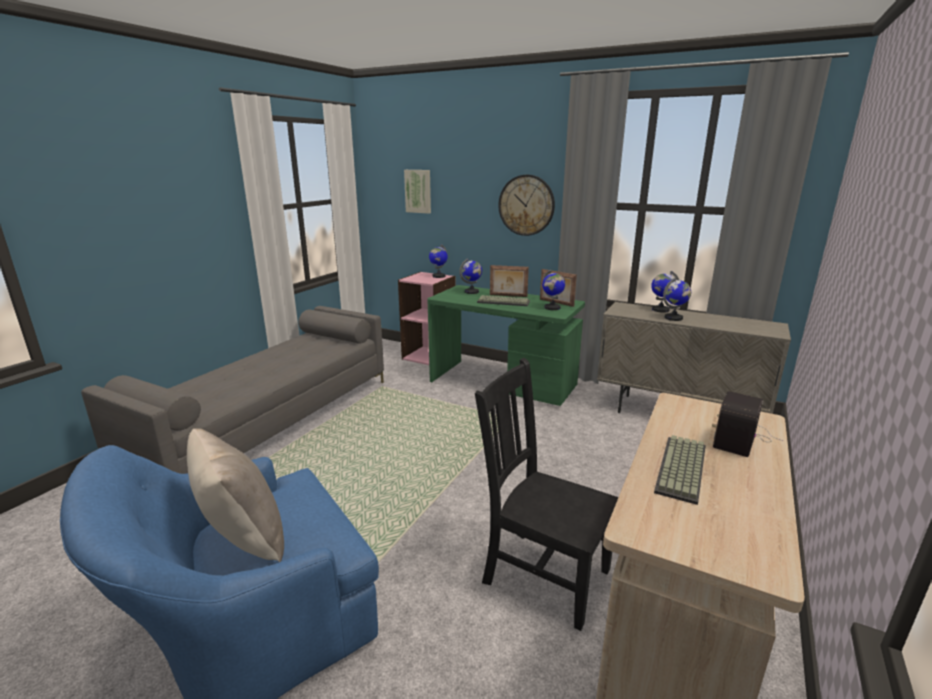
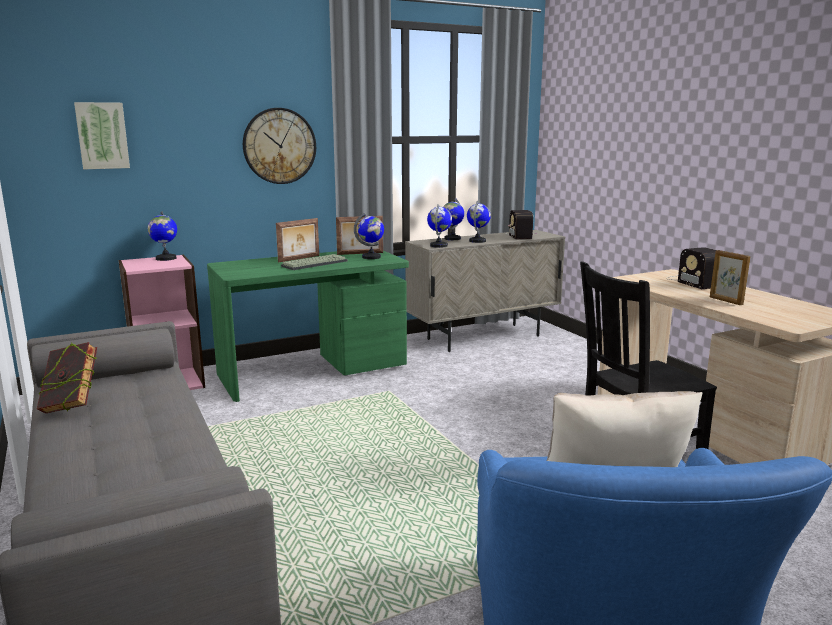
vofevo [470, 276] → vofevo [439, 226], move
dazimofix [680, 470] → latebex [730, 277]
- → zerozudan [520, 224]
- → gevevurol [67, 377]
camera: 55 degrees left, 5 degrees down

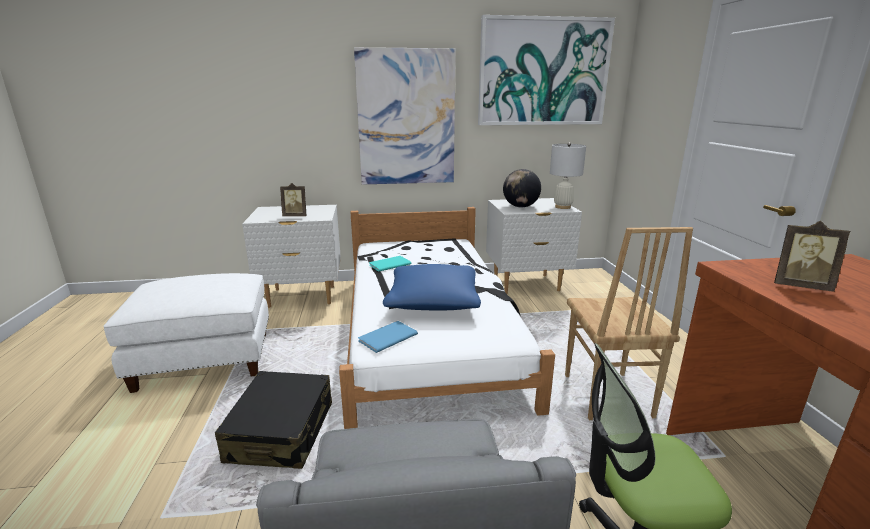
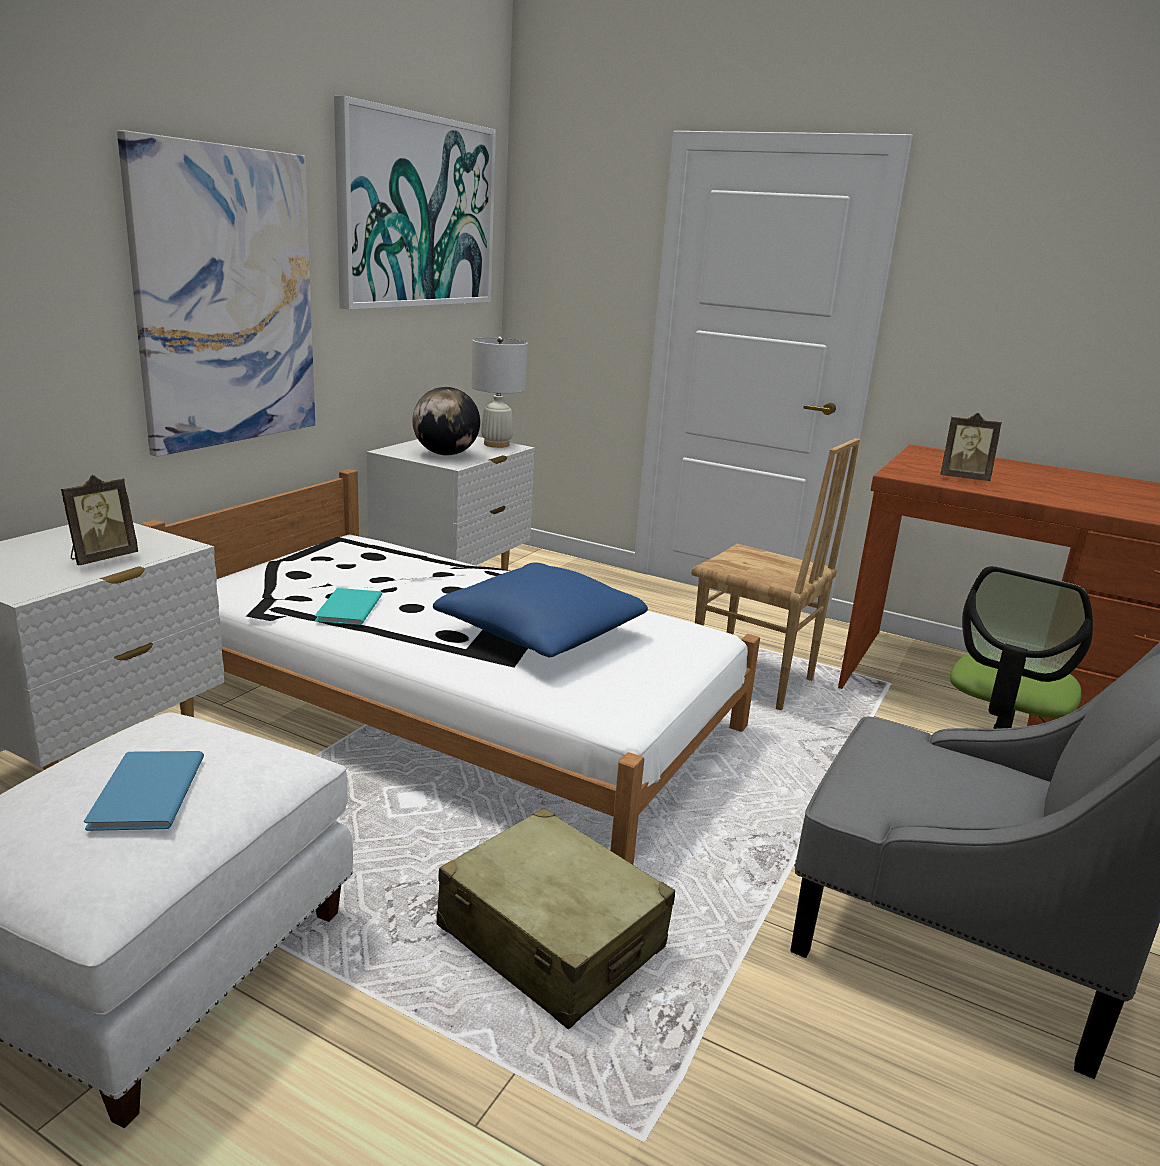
latebex [812, 256] → latebex [971, 447], 45 degrees clockwise
blue_gevevurol [388, 337] → blue_gevevurol [144, 791], move
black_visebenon [273, 420] → beige_visebenon [556, 918]
camera: 55 degrees left, 0 degrees up

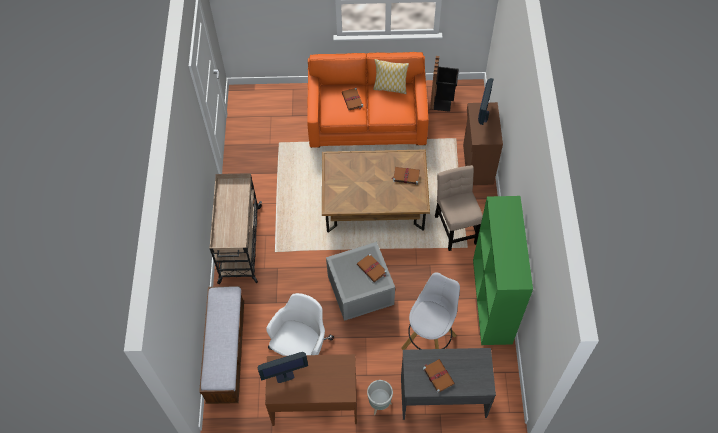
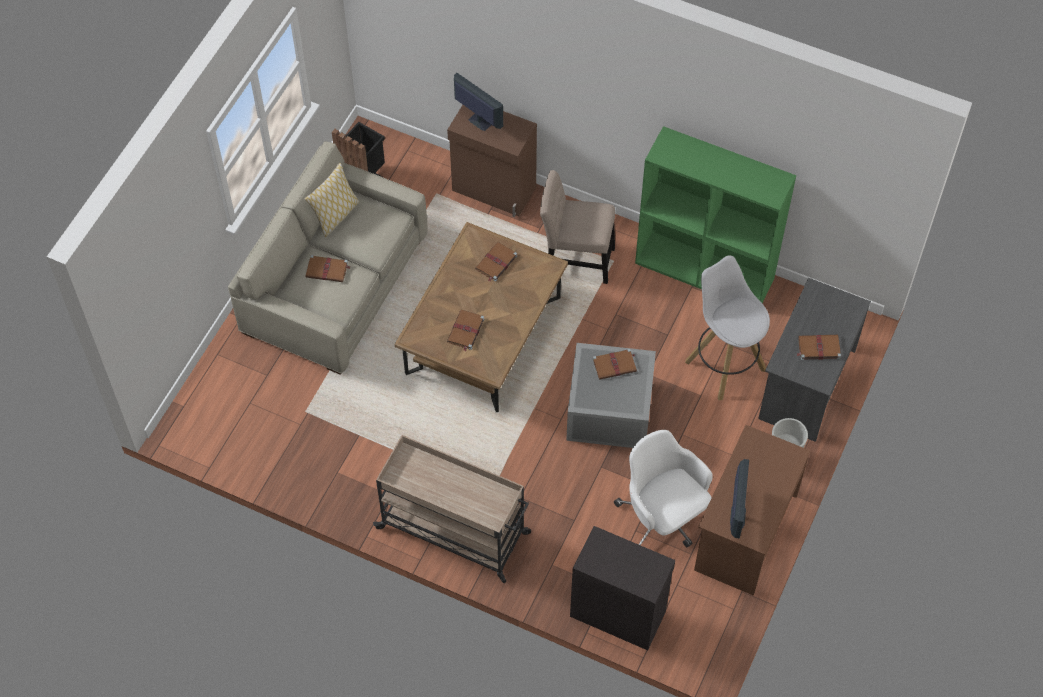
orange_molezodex [367, 100] → beige_molezodex [328, 258]
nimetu [221, 345] → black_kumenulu [622, 588]
- → brown_gevevurol [465, 330]
camera: 65 degrees left, 0 degrees up

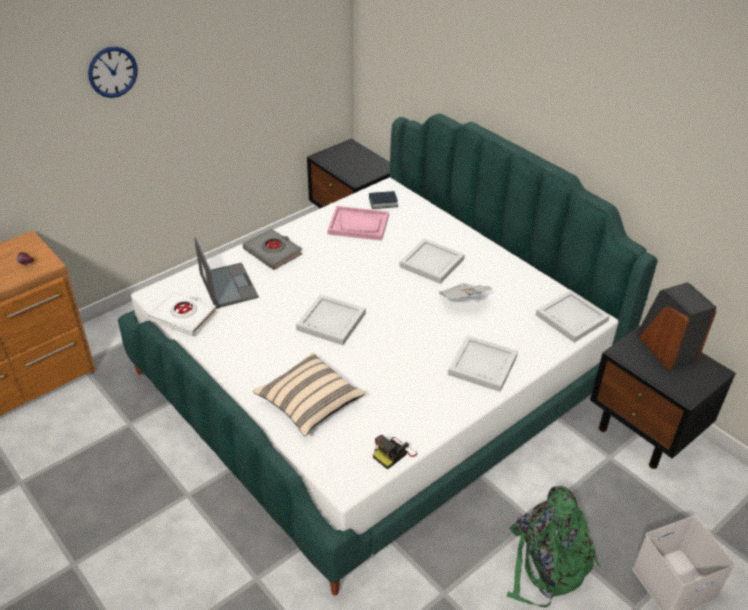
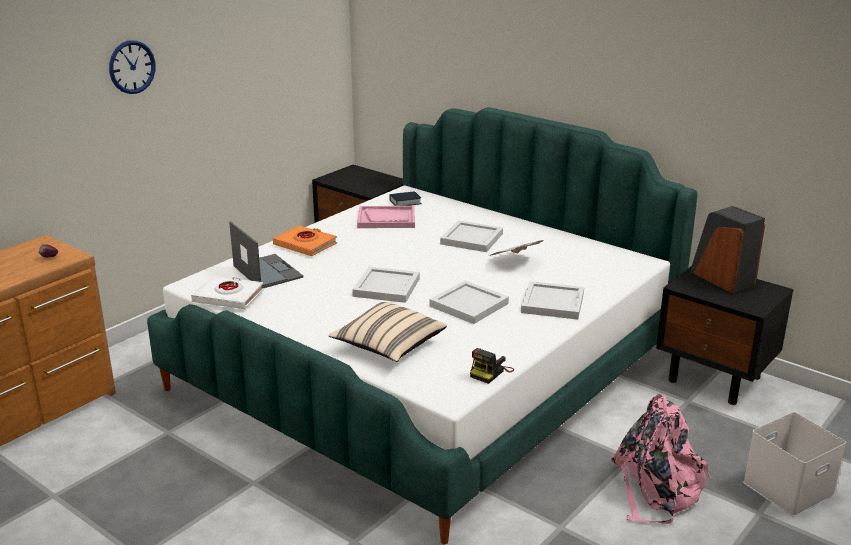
grey_gevevurol [272, 249] → orange_gevevurol [305, 241]
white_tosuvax [573, 316] → white_tosuvax [469, 302], move
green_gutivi [553, 546] → pink_gutivi [661, 459]
camera: 10 degrees left, 15 degrees down

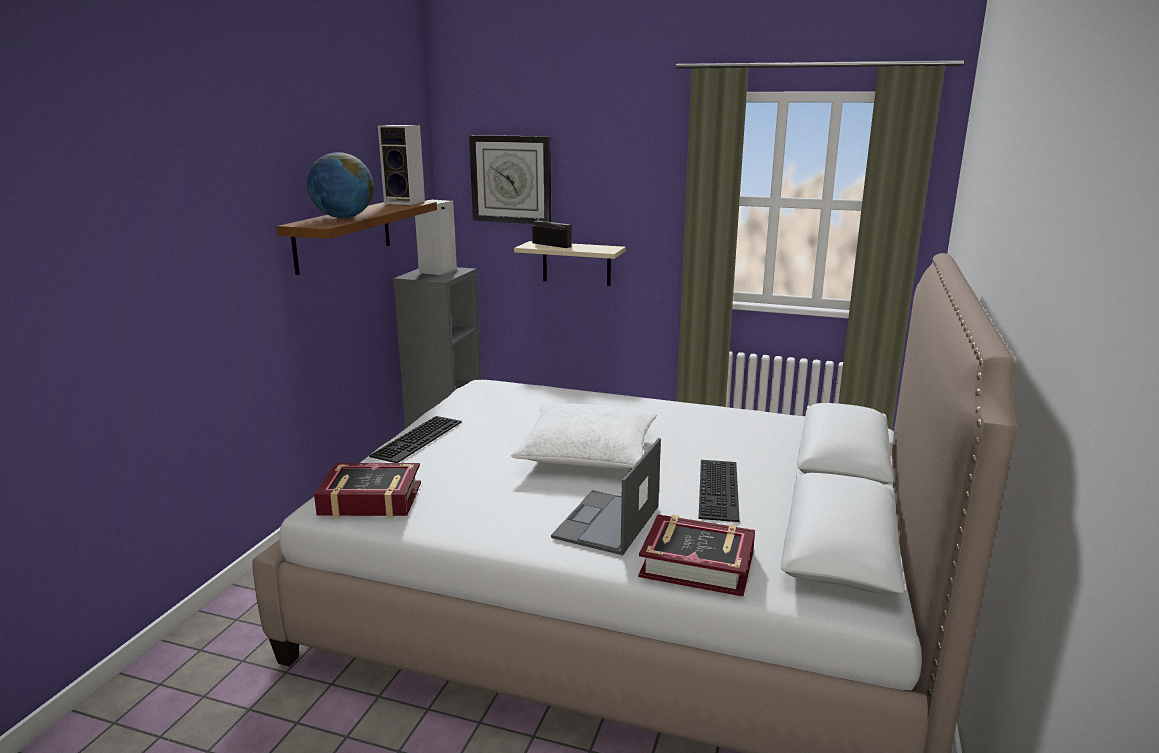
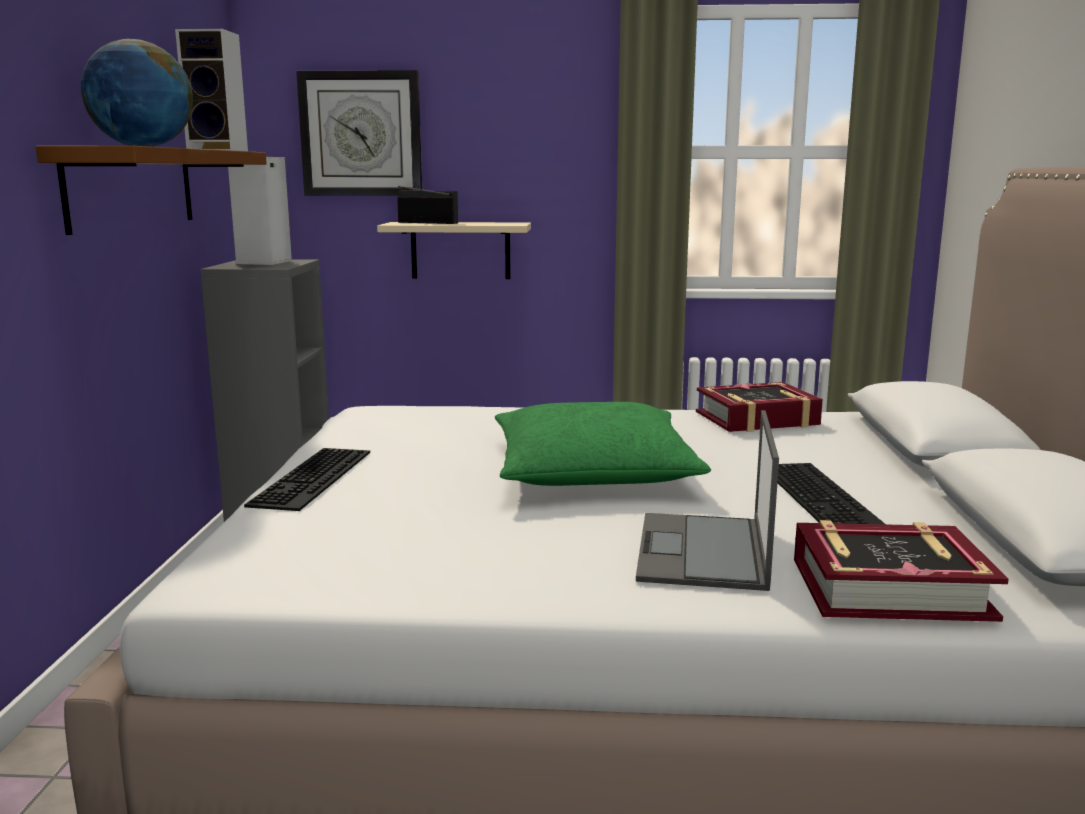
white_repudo [584, 435] → green_repudo [603, 444]
gevevurol [367, 490] → gevevurol [759, 407], move
camera: 15 degrees left, 5 degrees down

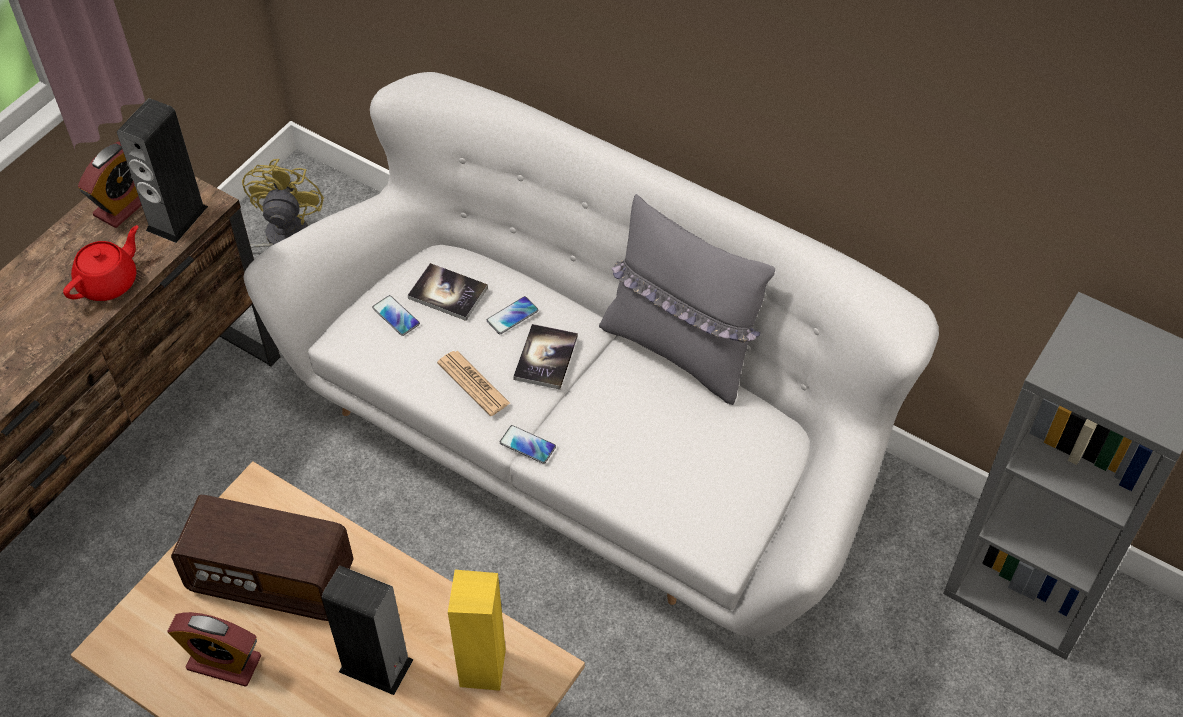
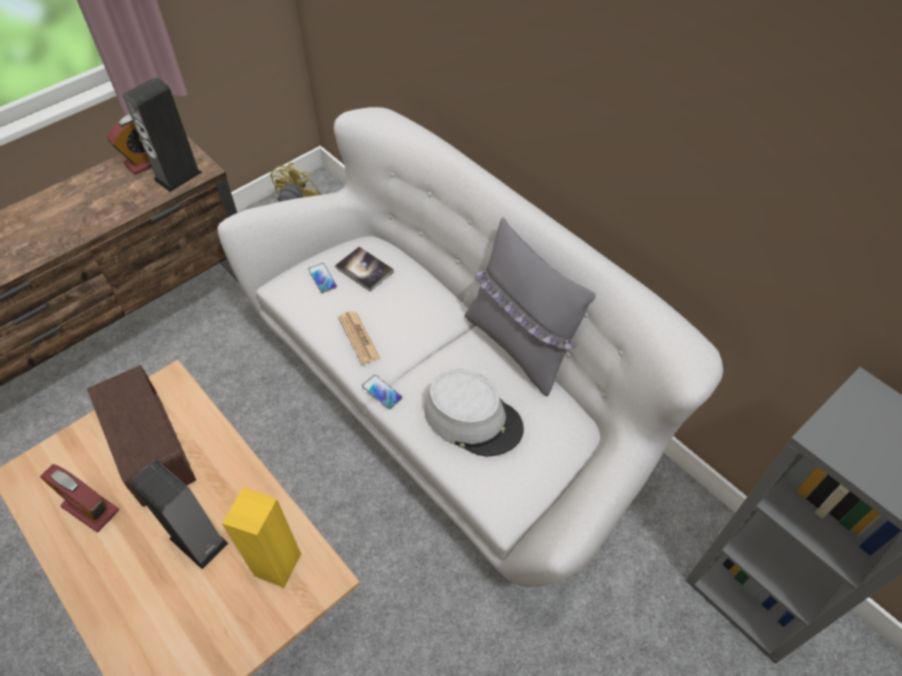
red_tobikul [101, 263] → -
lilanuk [512, 315] → -
gevevurol [545, 357] → -
zerozudan [262, 558] → zerozudan [141, 436], 150 degrees counterclockwise
- → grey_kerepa [474, 413]
camera: 15 degrees right, 0 degrees up

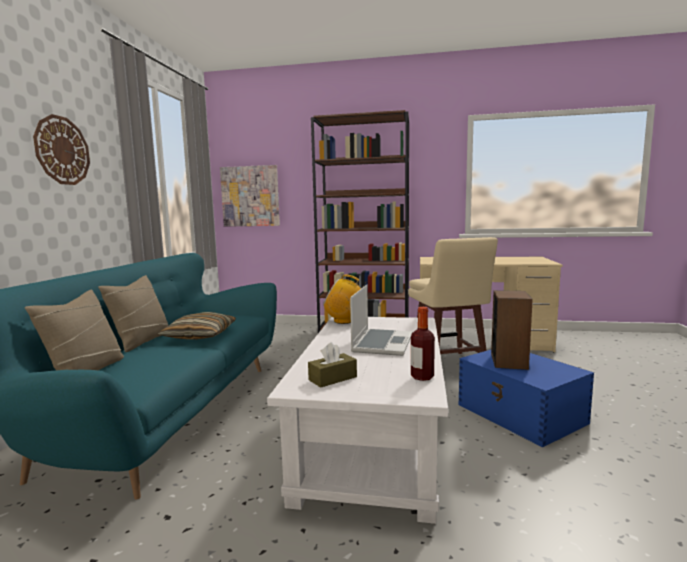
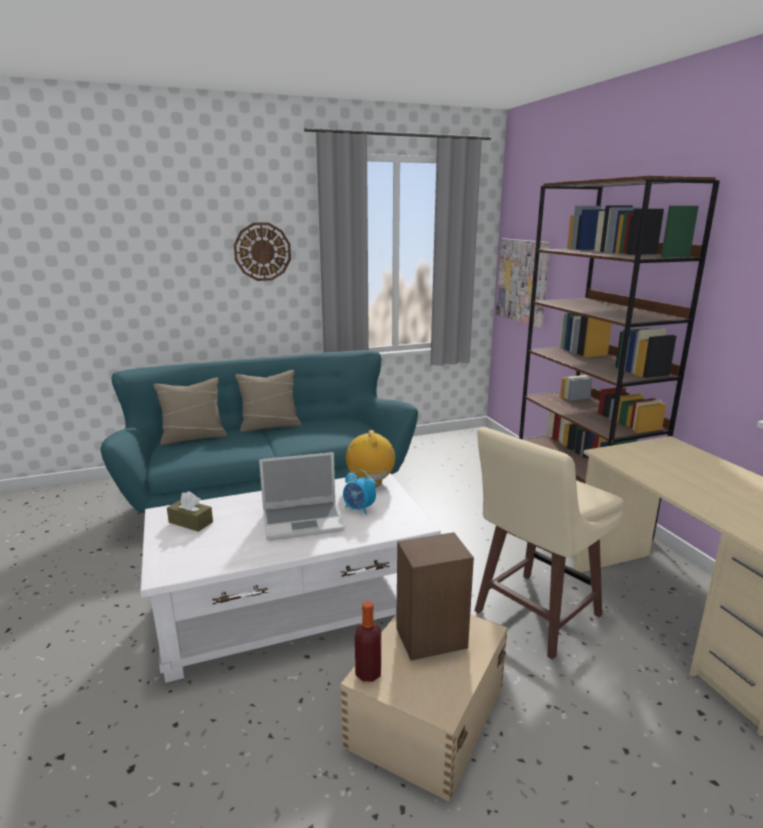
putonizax [423, 344] → putonizax [368, 641], move
repudo [197, 326] → -
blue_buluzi [526, 398] → beige_buluzi [424, 708]
- → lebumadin [359, 492]
camera: 60 degrees right, 10 degrees up

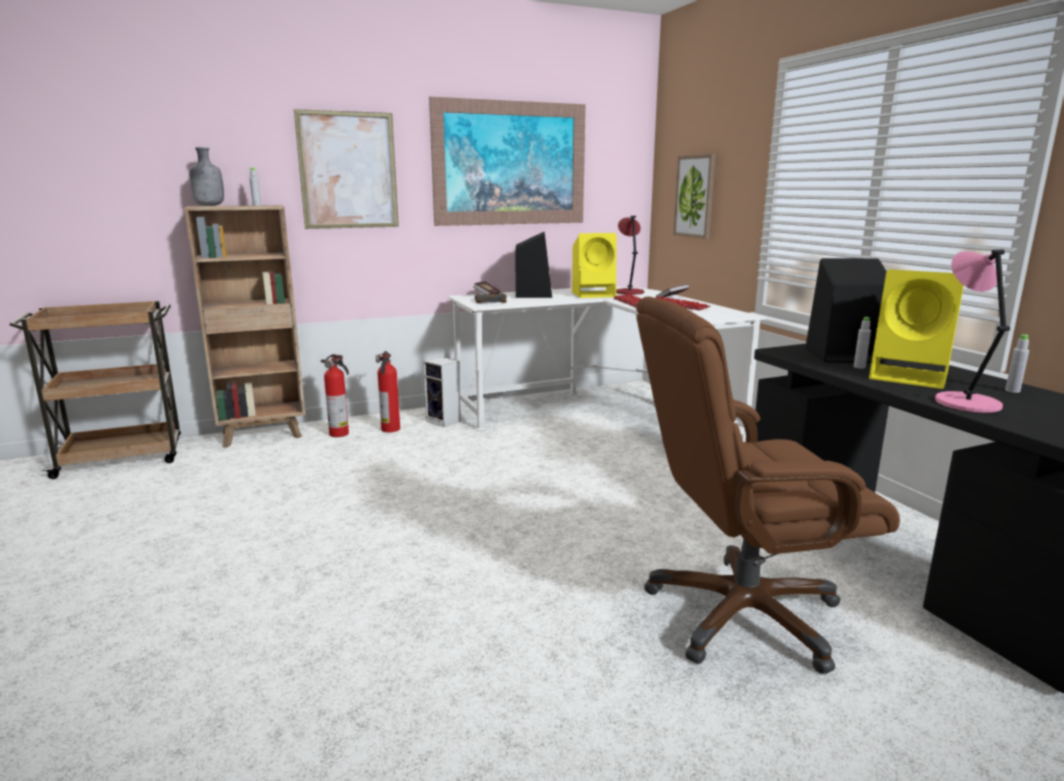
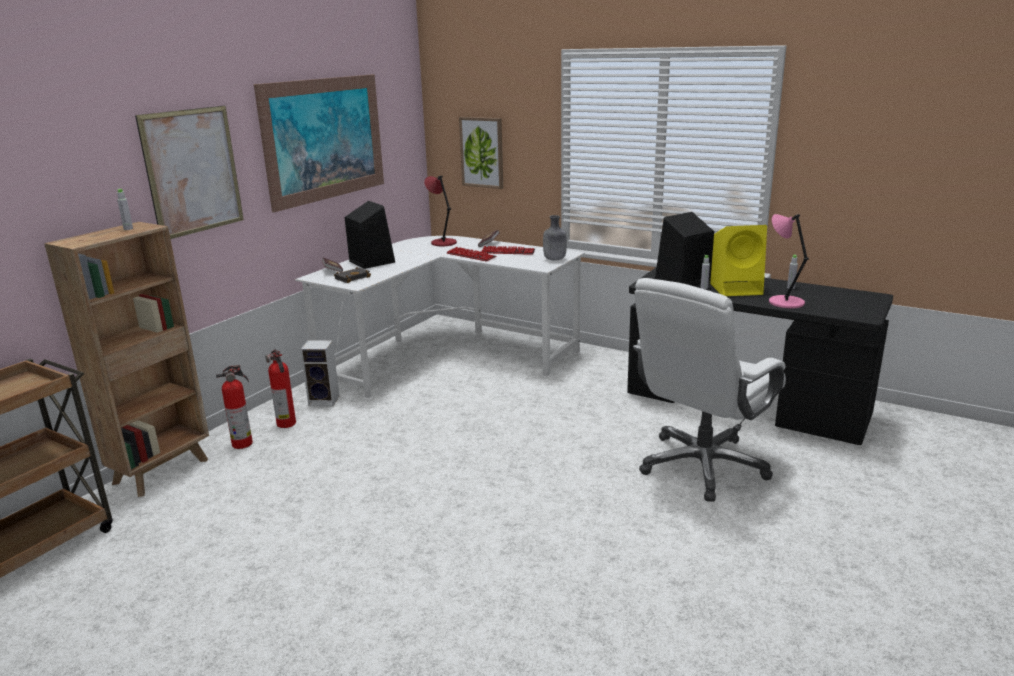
grey_putonizax [206, 176] → grey_putonizax [555, 238], move
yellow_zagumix [594, 265] → -
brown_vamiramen [768, 485] → white_vamiramen [709, 390]
camera: 35 degrees left, 5 degrees up

